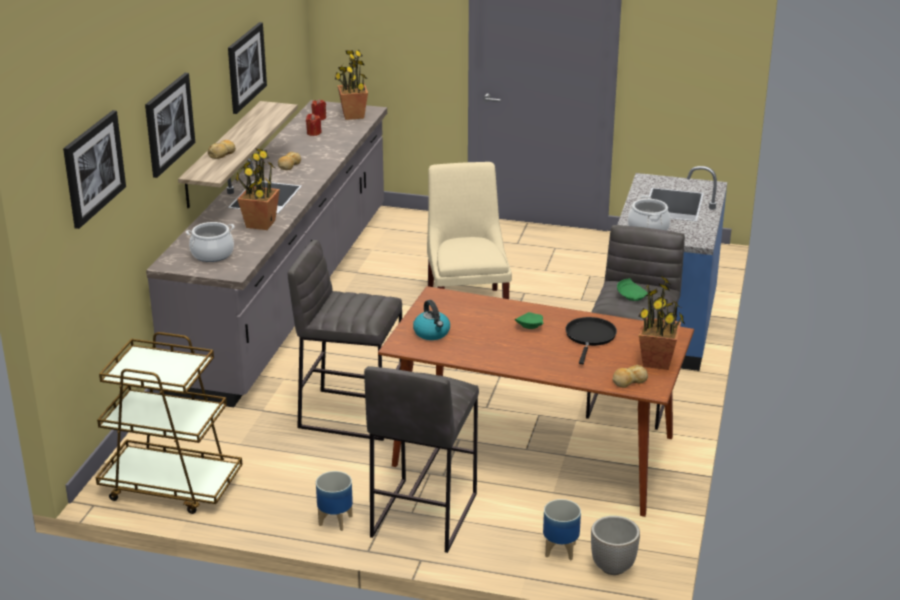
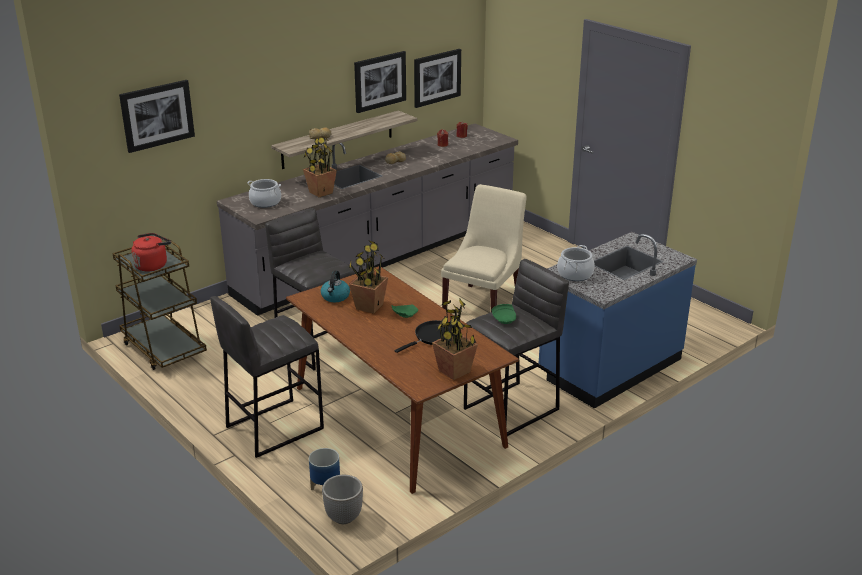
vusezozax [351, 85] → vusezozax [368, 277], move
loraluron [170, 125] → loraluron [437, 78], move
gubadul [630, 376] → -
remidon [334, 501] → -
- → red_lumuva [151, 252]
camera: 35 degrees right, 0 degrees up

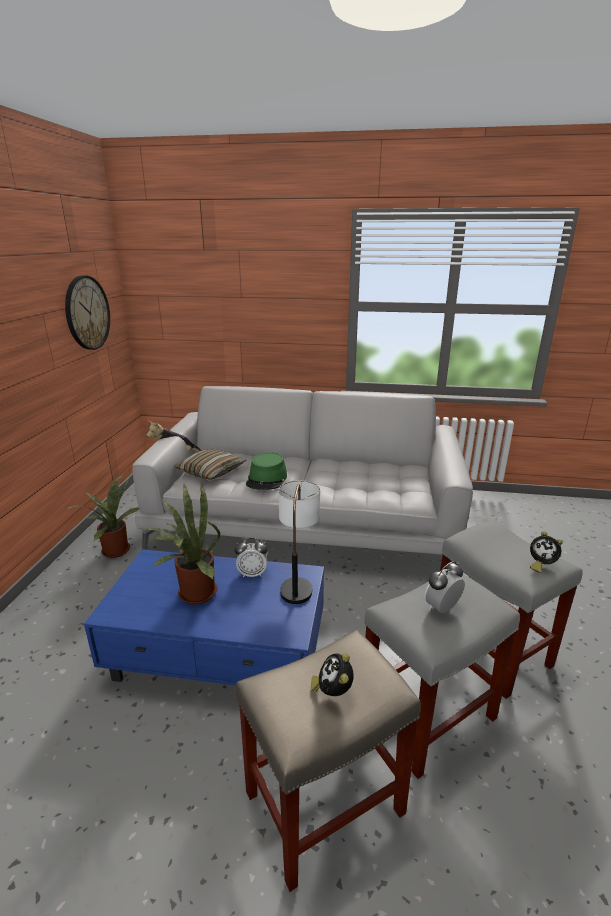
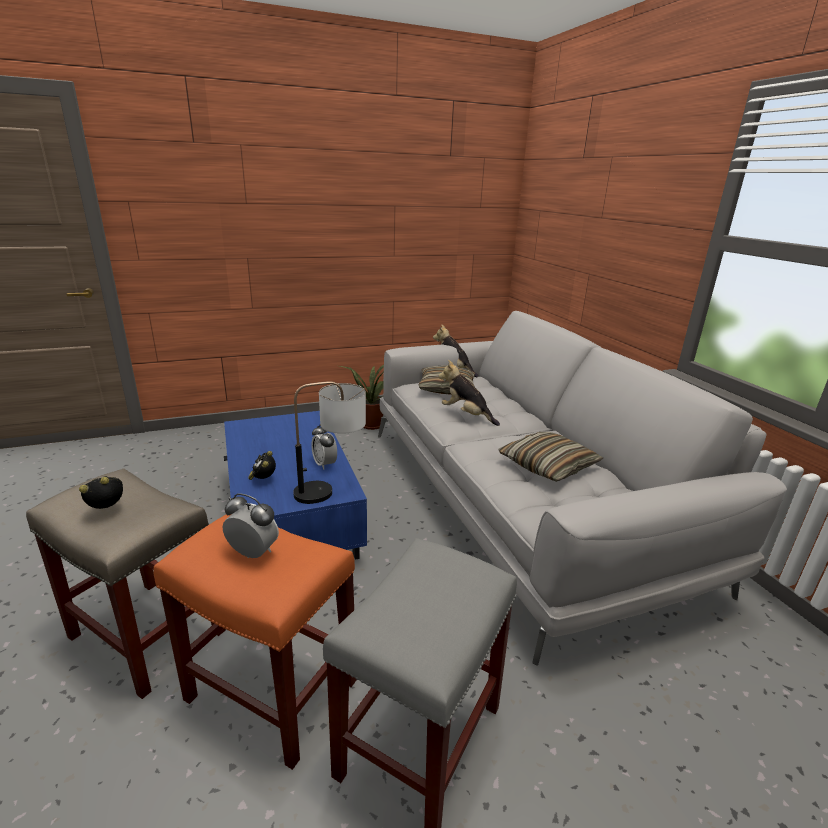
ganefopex [87, 312] → -
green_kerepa [266, 471] → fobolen [469, 393]
vusezozax [181, 544] → -
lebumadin [546, 552] → lebumadin [262, 465], move
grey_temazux [442, 676] → orange_temazux [255, 642]
- → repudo [550, 457]
camera: 60 degrees right, 0 degrees up

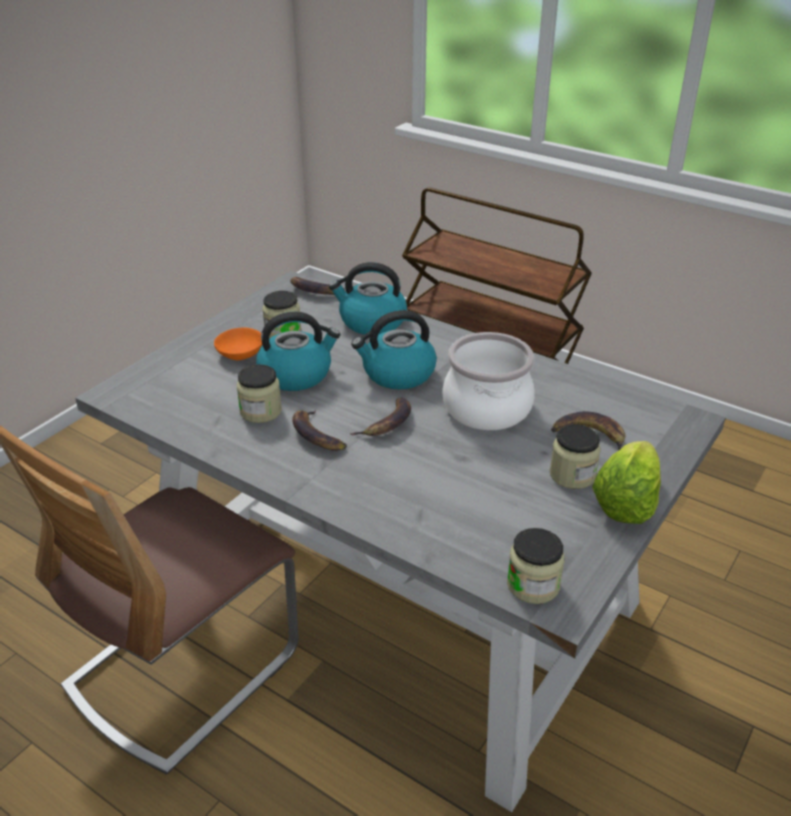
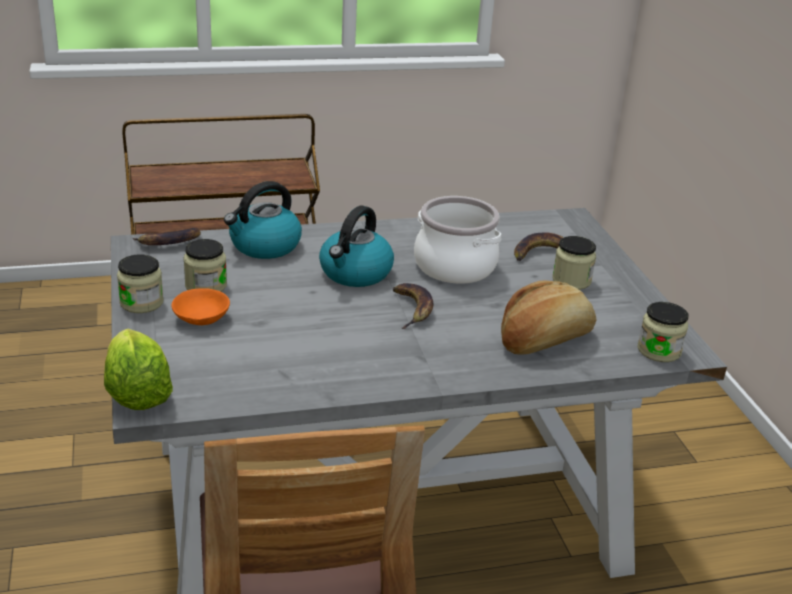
lumuva [298, 351] → -
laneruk [259, 393] → laneruk [140, 283], move
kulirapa [319, 430] → -
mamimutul [626, 482] → mamimutul [138, 369], move
- → gubadul [548, 317]
camera: 50 degrees left, 5 degrees down

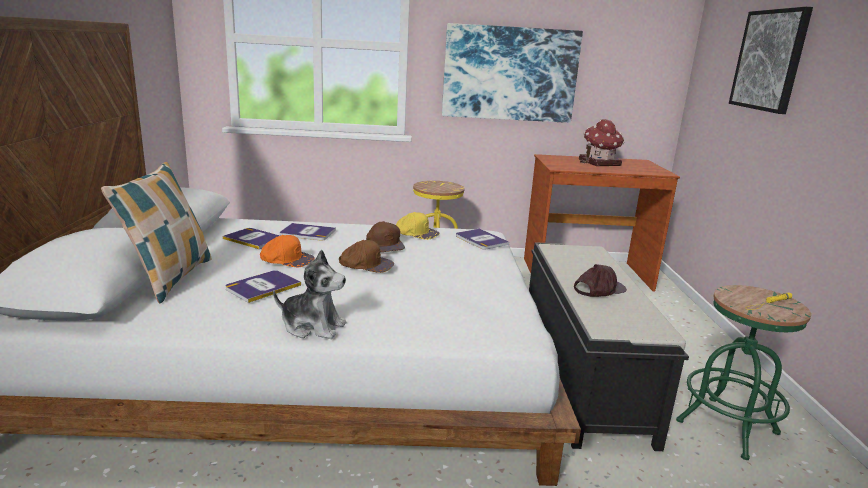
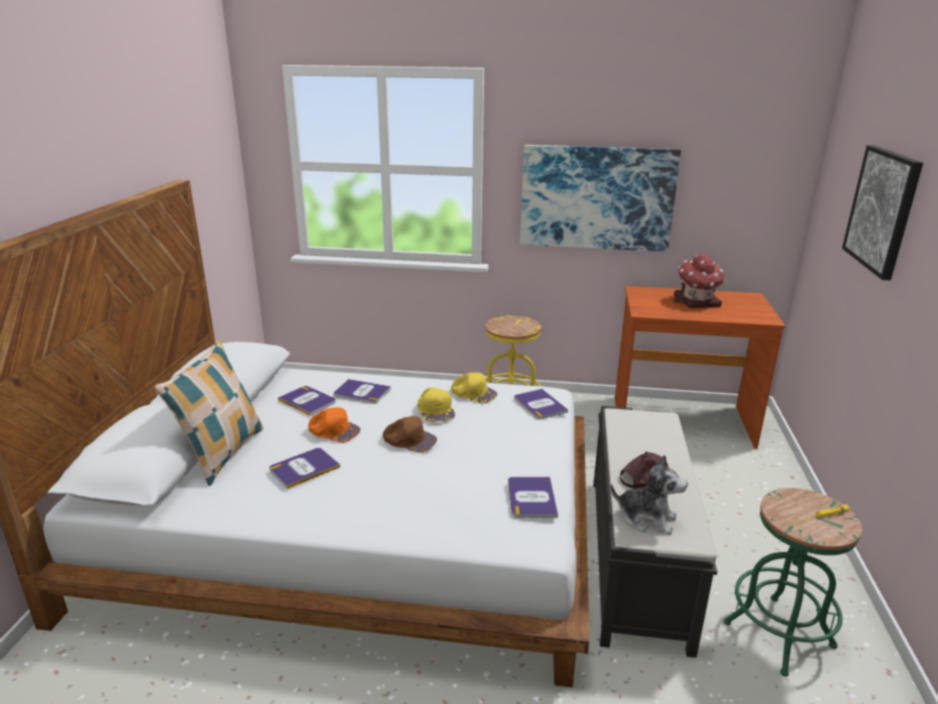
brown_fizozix [385, 236] → yellow_fizozix [436, 404]
fobolen [309, 294] → fobolen [649, 495], move
- → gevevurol [533, 497]
camera: 10 degrees right, 5 degrees up

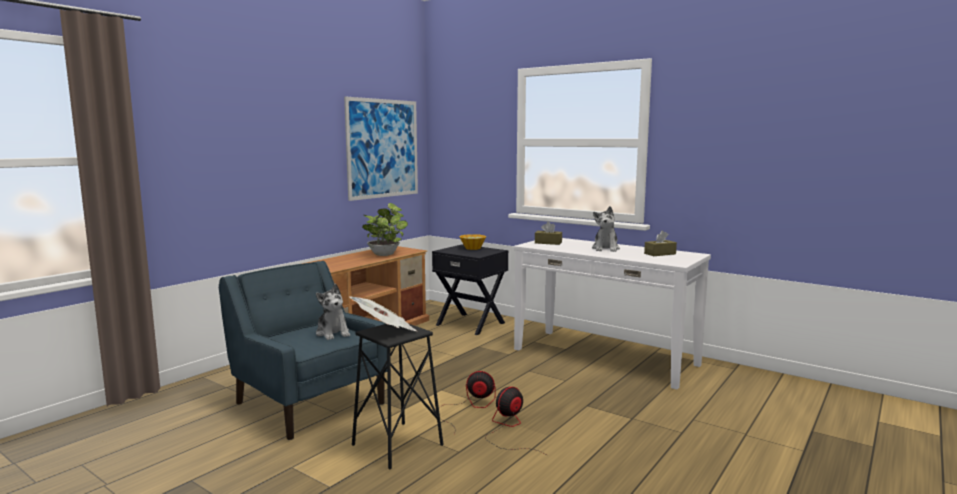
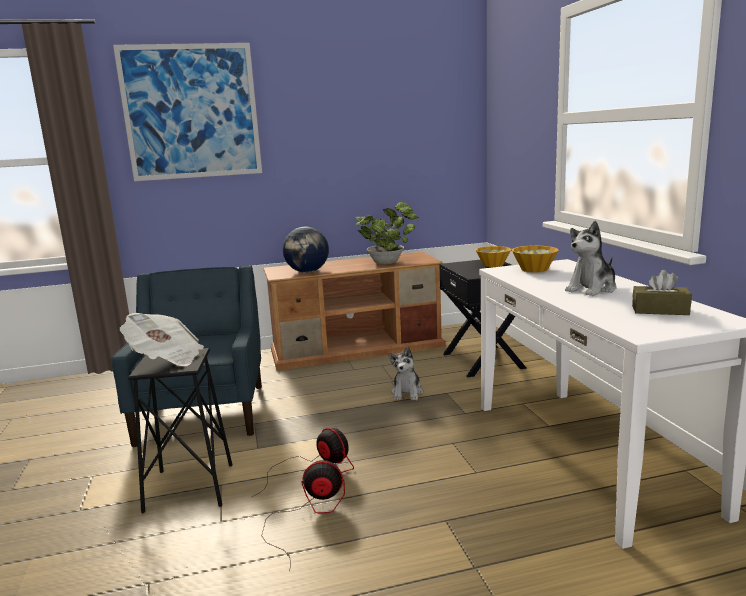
loraluron [381, 149] → loraluron [187, 112], move
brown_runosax [548, 233] → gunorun [535, 259]
fobolen [333, 311] → fobolen [405, 374], move
- → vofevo [306, 250]
camera: 40 degrees right, 5 degrees up

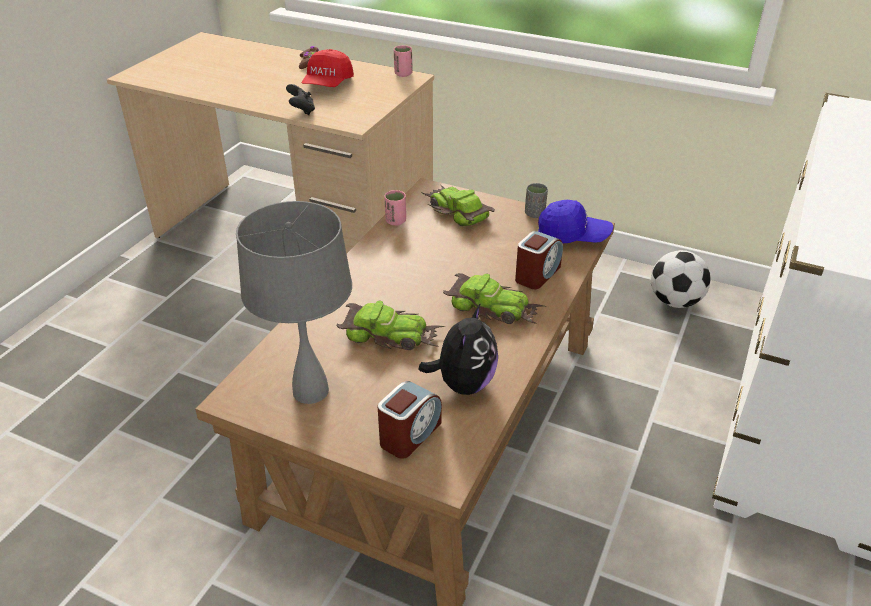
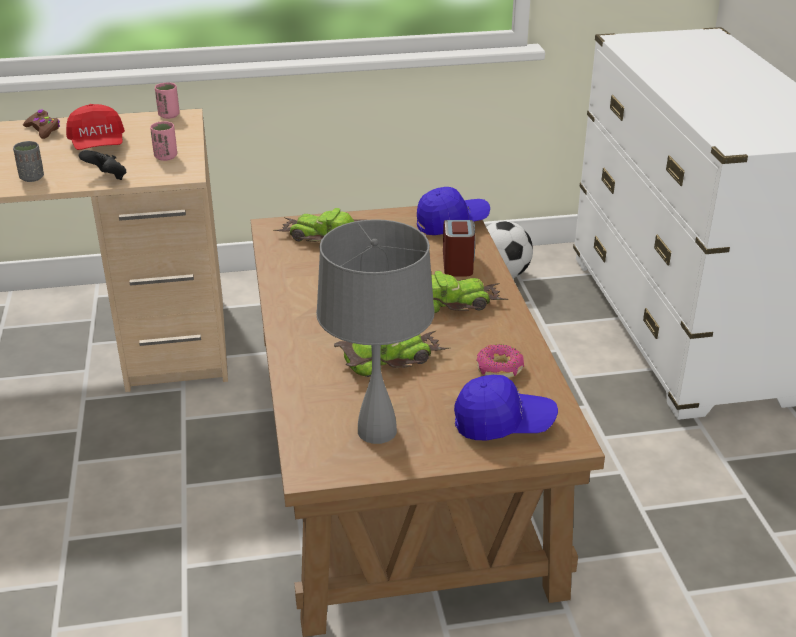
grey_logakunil [536, 200] → grey_logakunil [28, 161], move
pink_logakunil [395, 208] → pink_logakunil [163, 141], move
fobolen [458, 349] → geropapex [500, 361]
lebumadin [410, 420] → blue_fizozix [506, 407]
camera: 35 degrees left, 5 degrees down

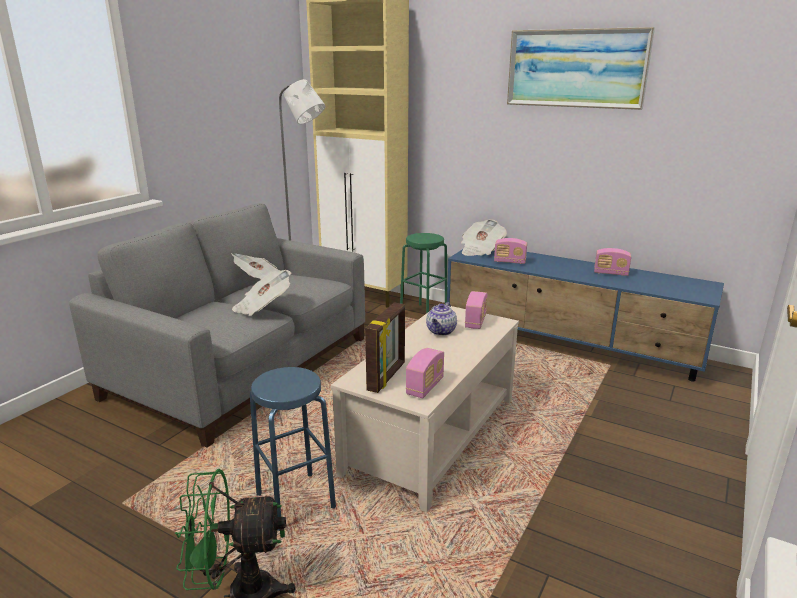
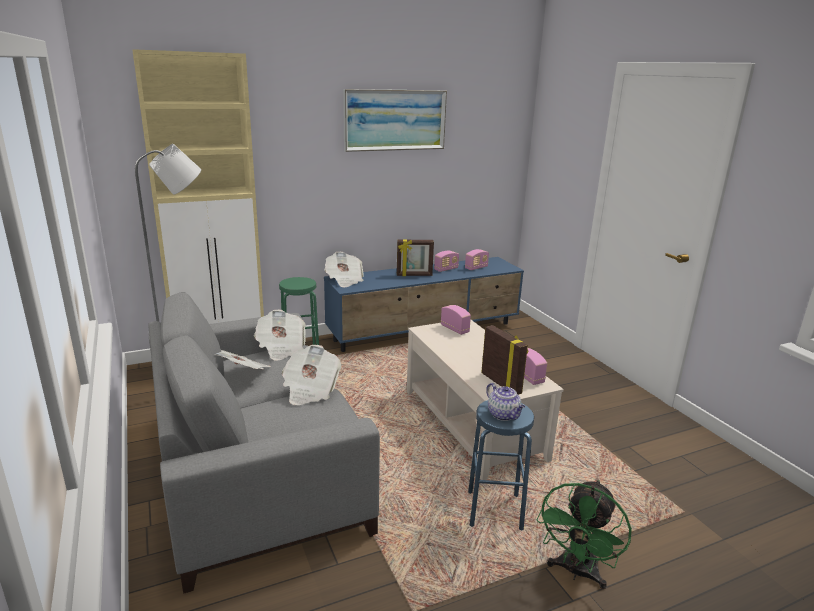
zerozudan [510, 251] → zerozudan [477, 259], move
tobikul [441, 319] → tobikul [505, 402], move
- → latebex [415, 257]
- → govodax [280, 335]
camera: 55 degrees left, 0 degrees up

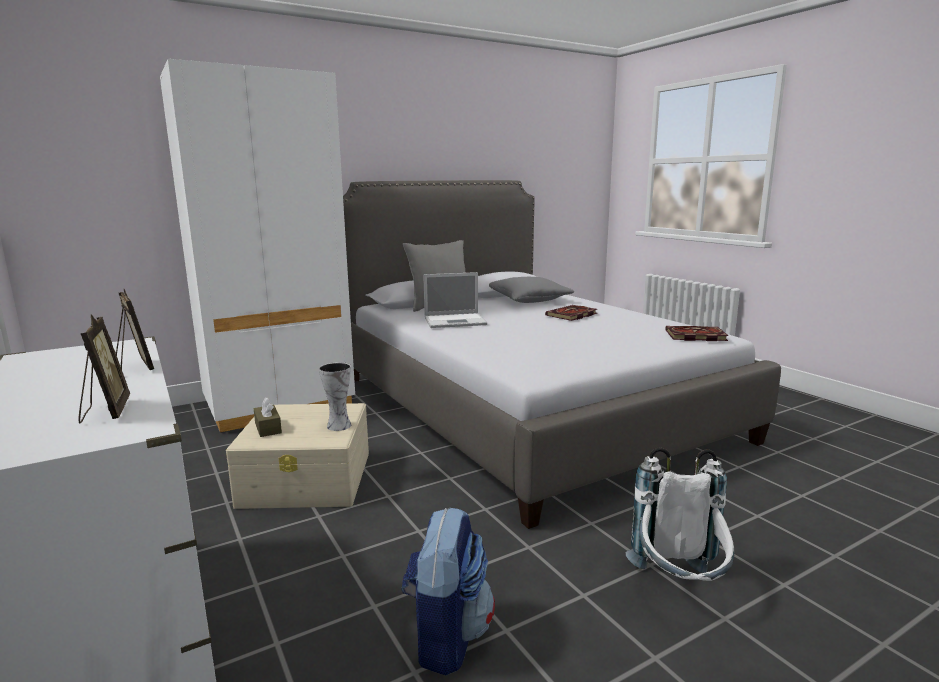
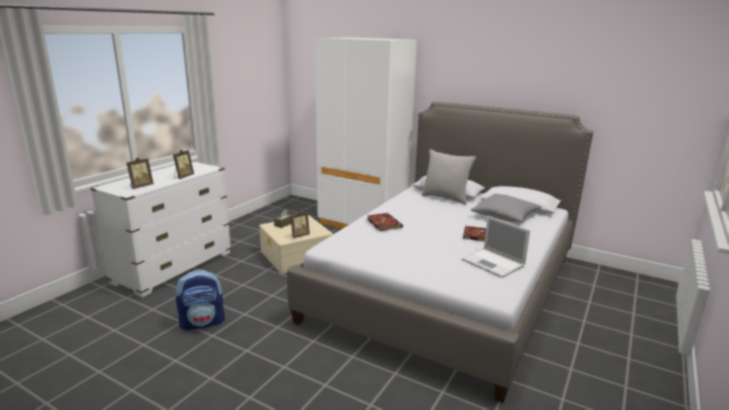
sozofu [455, 300] → sozofu [496, 247], move
gevevurol [697, 333] → gevevurol [385, 222], move
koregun [335, 396] → latebex [300, 225]
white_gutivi [679, 514] → -
camera: 60 degrees right, 5 degrees up

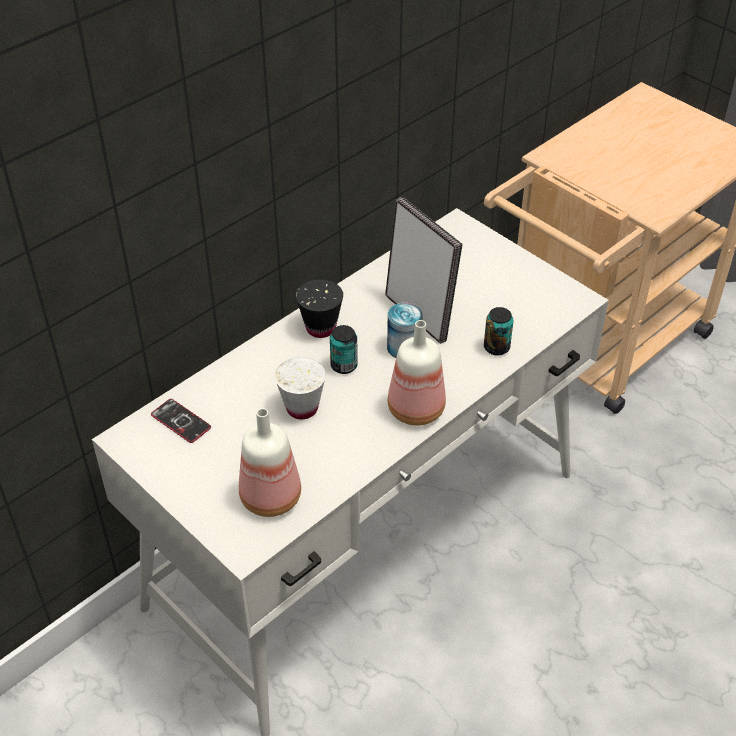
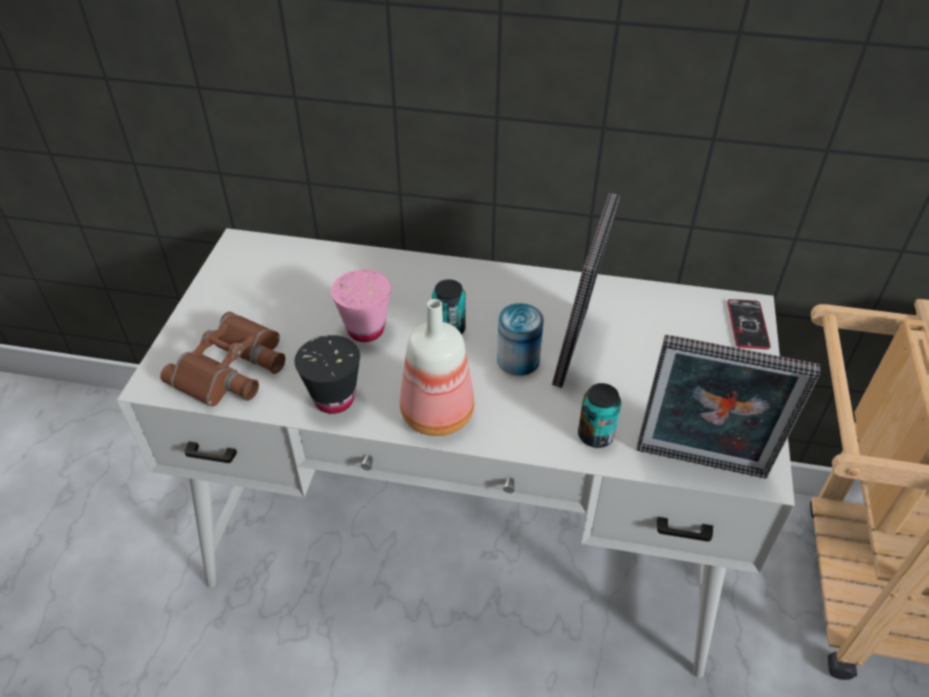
black_logakunil [319, 308] → black_logakunil [327, 374], move
white_logakunil [300, 388] → pink_logakunil [361, 305]
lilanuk [181, 421] → lilanuk [749, 324], move
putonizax [270, 462] → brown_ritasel [222, 359]
- → latebex [728, 407]
camera: 55 degrees right, 0 degrees up

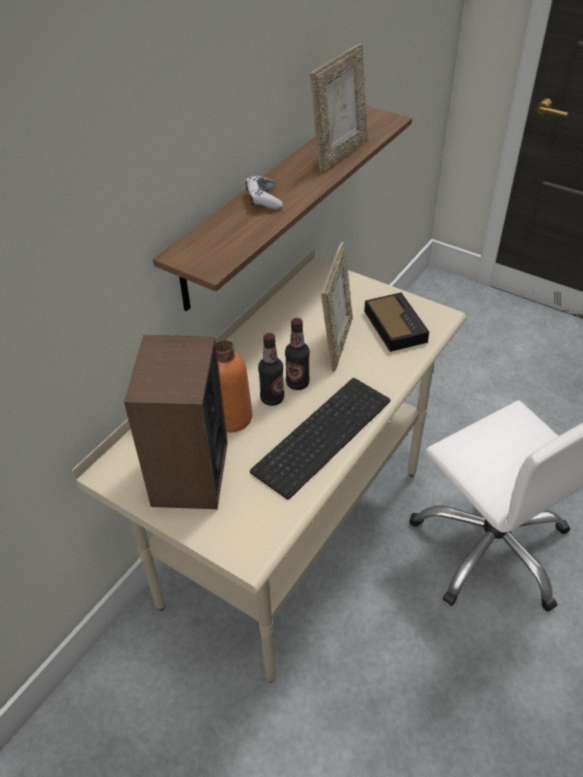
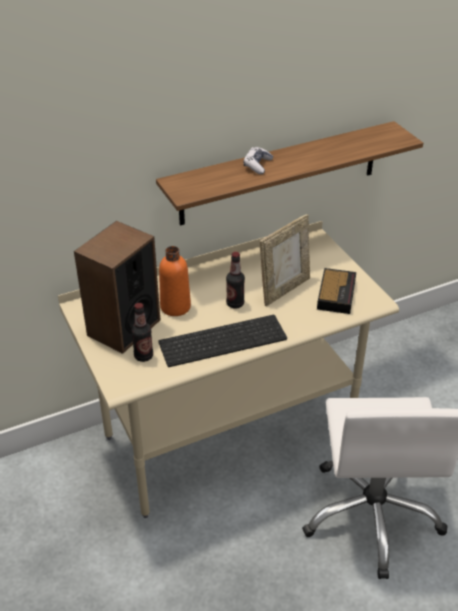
latebex [339, 108] → -
putonizax [271, 369] → putonizax [142, 332], move
camera: 30 degrees right, 5 degrees down

